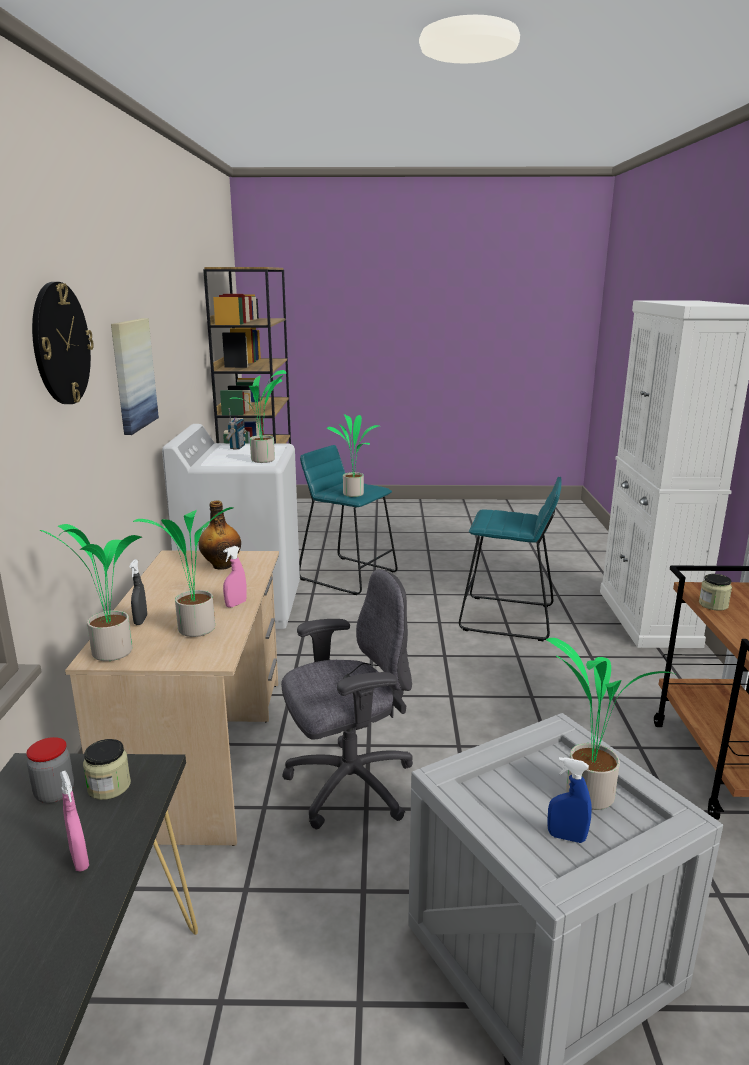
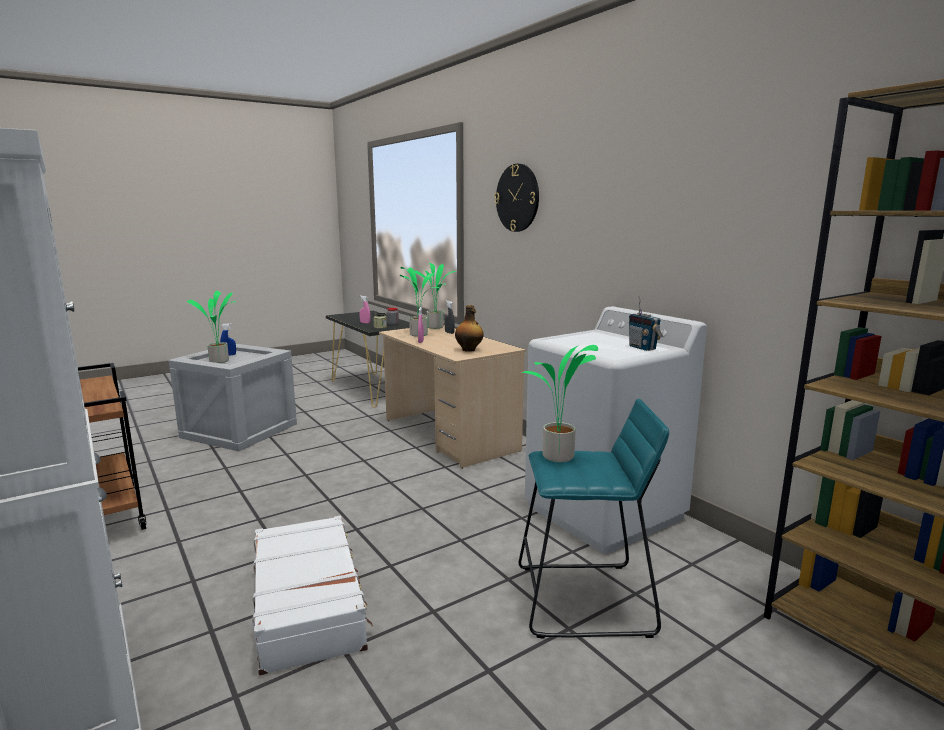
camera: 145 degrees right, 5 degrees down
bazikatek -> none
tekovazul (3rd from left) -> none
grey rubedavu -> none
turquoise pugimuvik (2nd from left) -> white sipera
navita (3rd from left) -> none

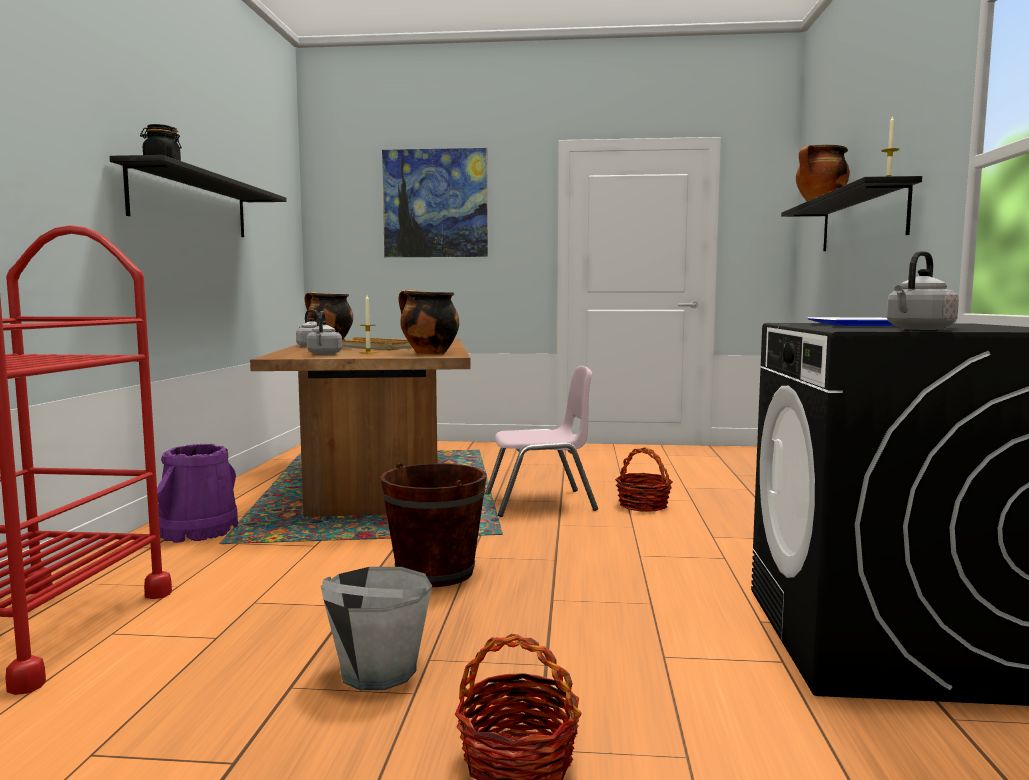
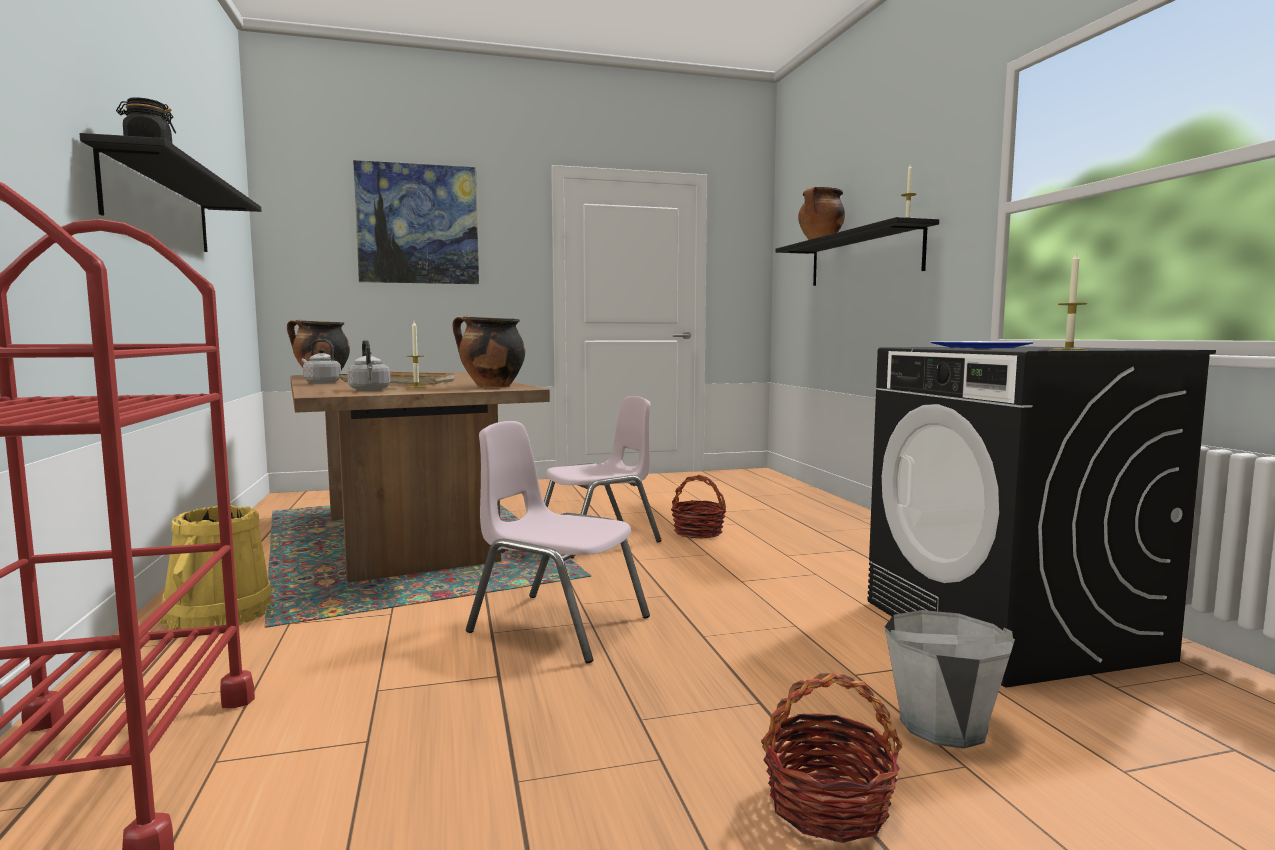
camera: 20 degrees left, 0 degrees up
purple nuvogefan -> yellow nuvogefan
grey nuvogefan, move
brown nuvogefan -> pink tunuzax (1st from left)
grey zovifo (3rd from left) -> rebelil (3rd from left)

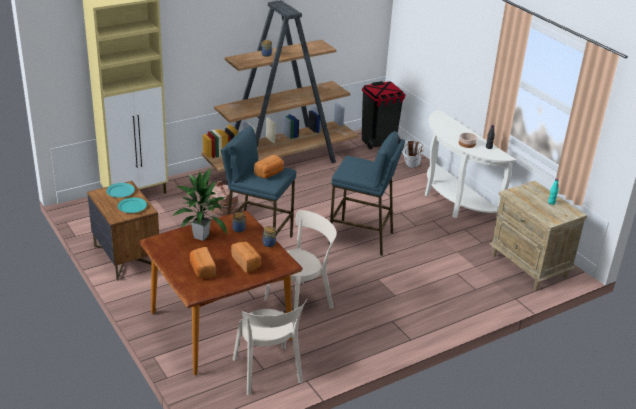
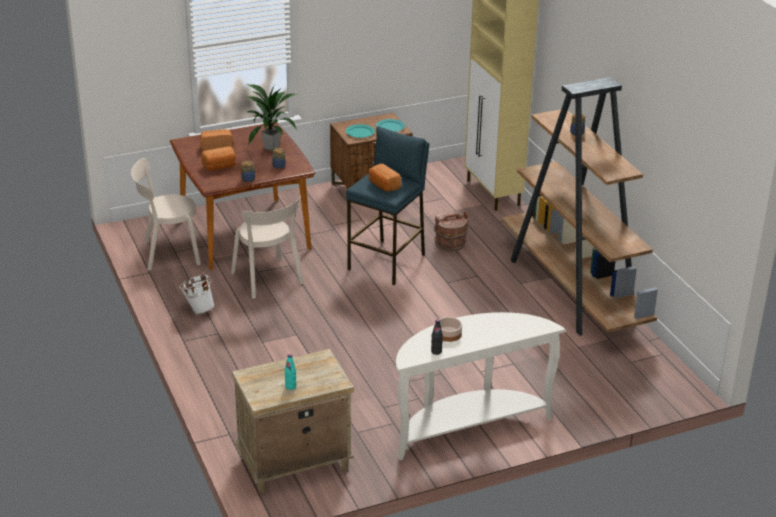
camera: 100 degrees right, 0 degrees up
blue pugimuvik (2nd from left) -> none
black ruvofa -> none
white nuvogefan, move

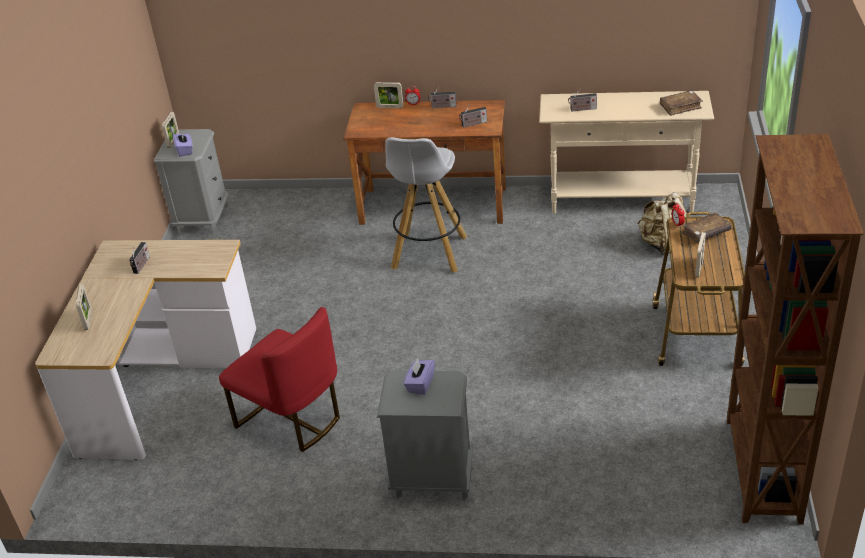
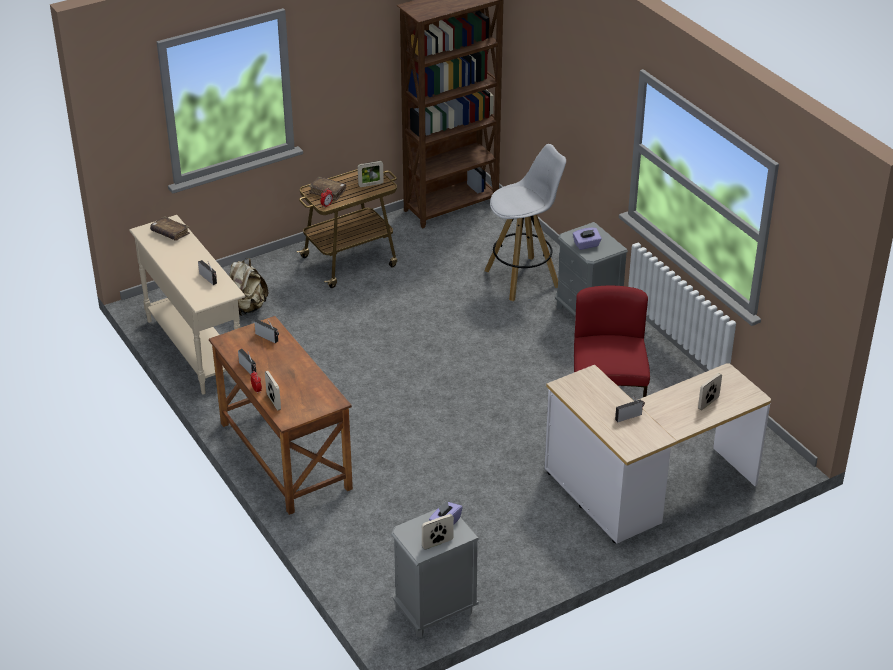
camera: 130 degrees left, 0 degrees up
white pugimuvik, move

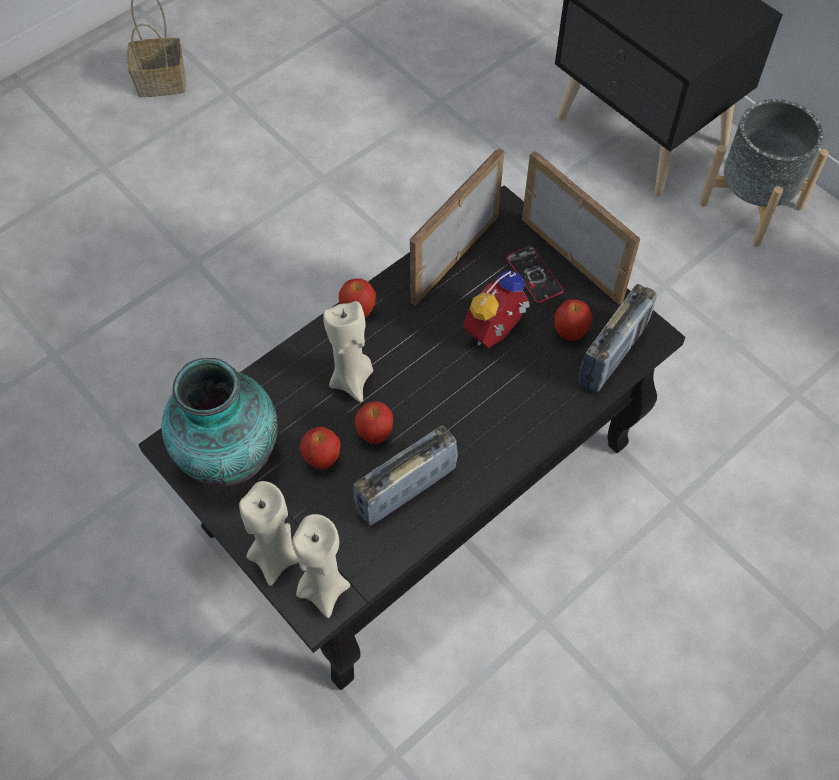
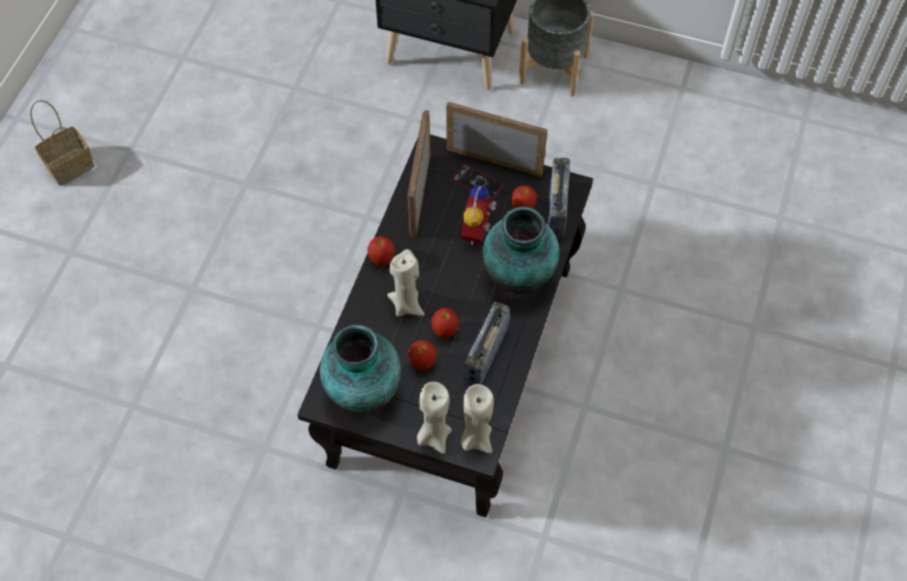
camera: 30 degrees left, 0 degrees up
none -> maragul (2nd from left)

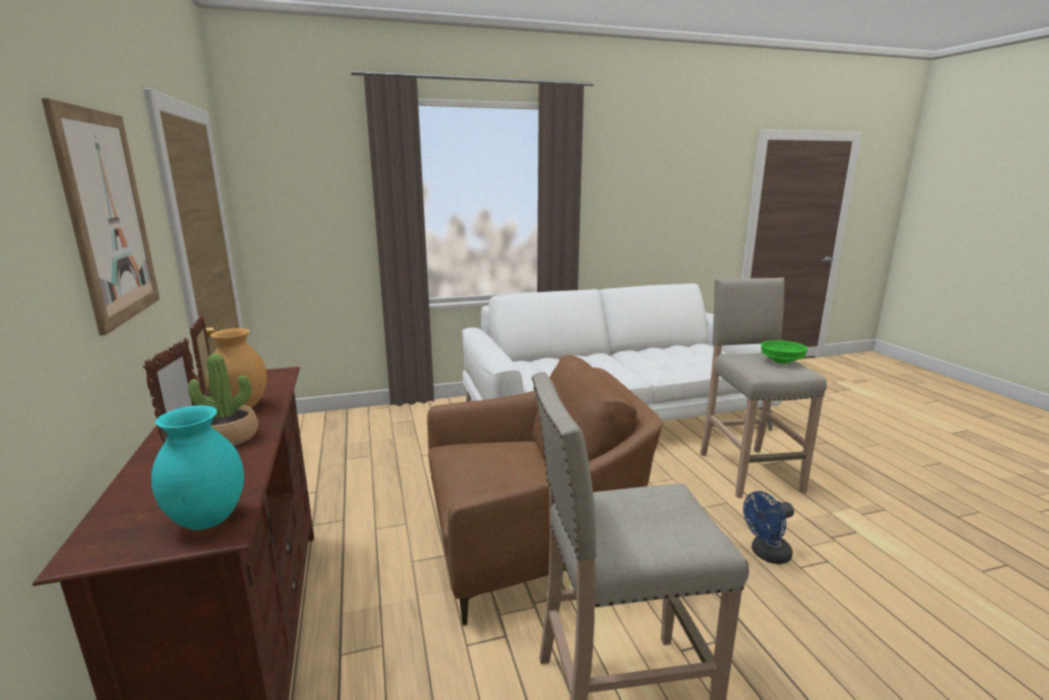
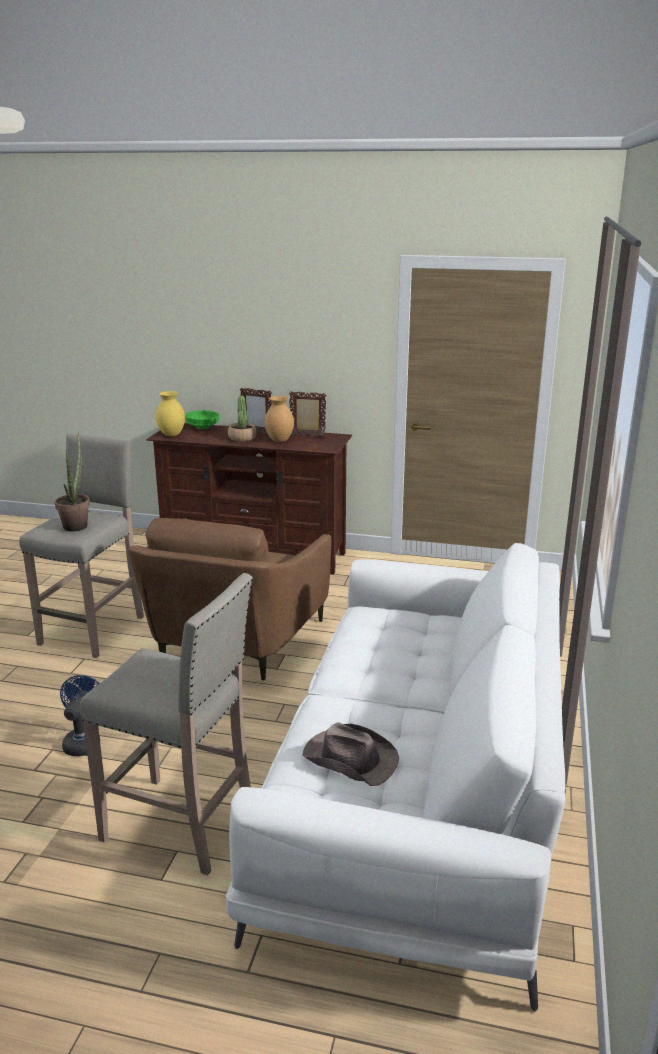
camera: 120 degrees right, 5 degrees up
bazikatek -> none
turquoise maragul -> yellow maragul
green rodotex, move
none -> tekovazul (1st from left)
none -> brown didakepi

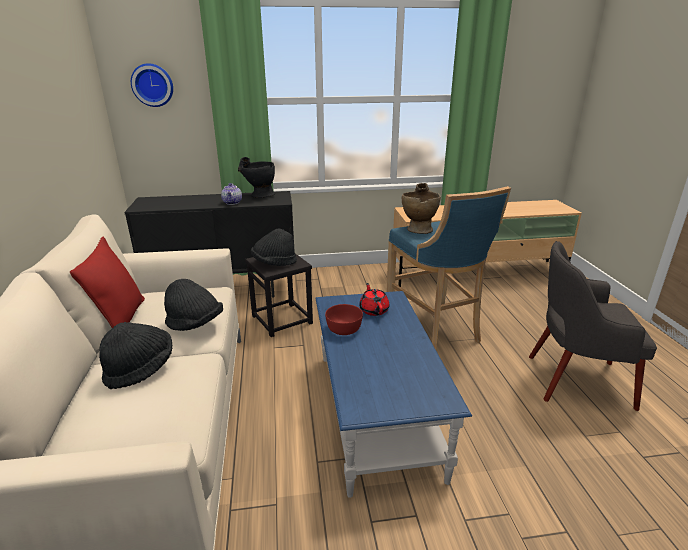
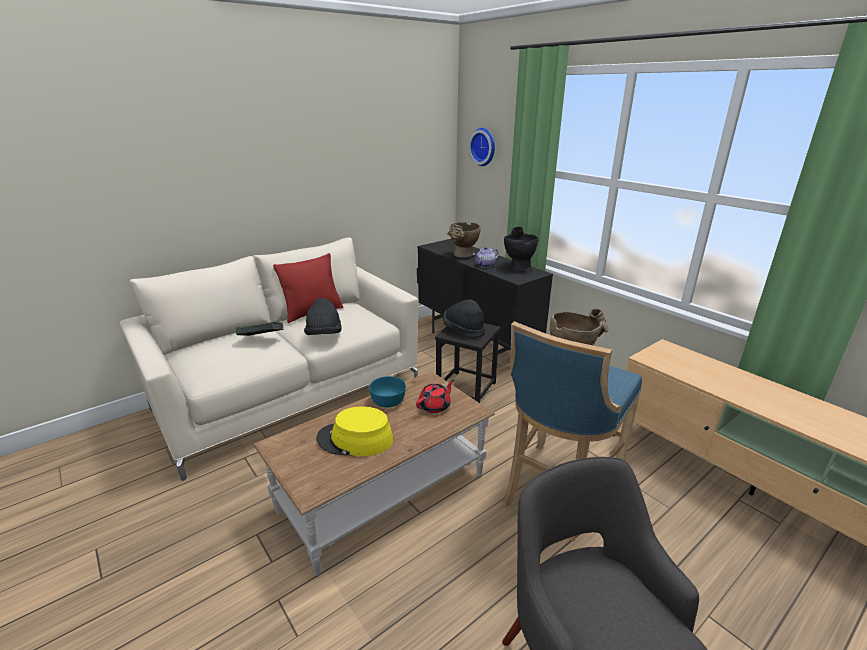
camera: 60 degrees right, 0 degrees up
black didakepi (1st from left) -> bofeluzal
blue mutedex -> brown mutedex
red rodotex -> turquoise rodotex
none -> yellow didakepi
none -> beige maragul (1st from left)

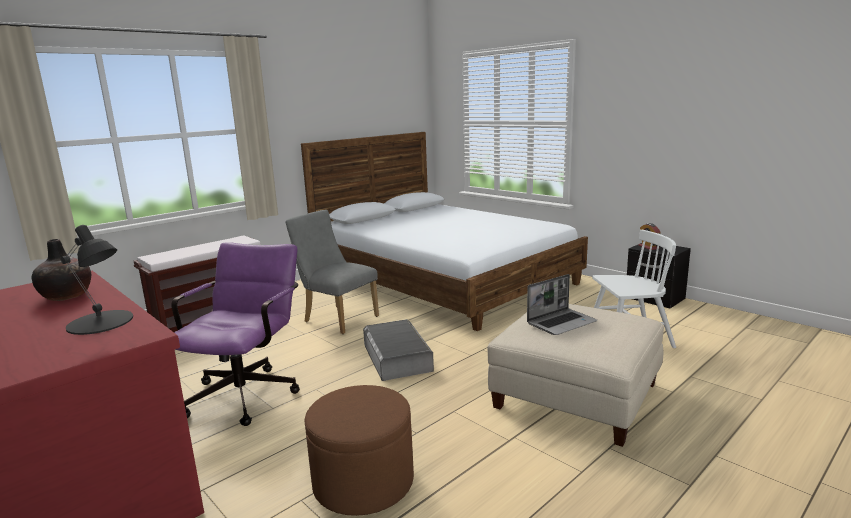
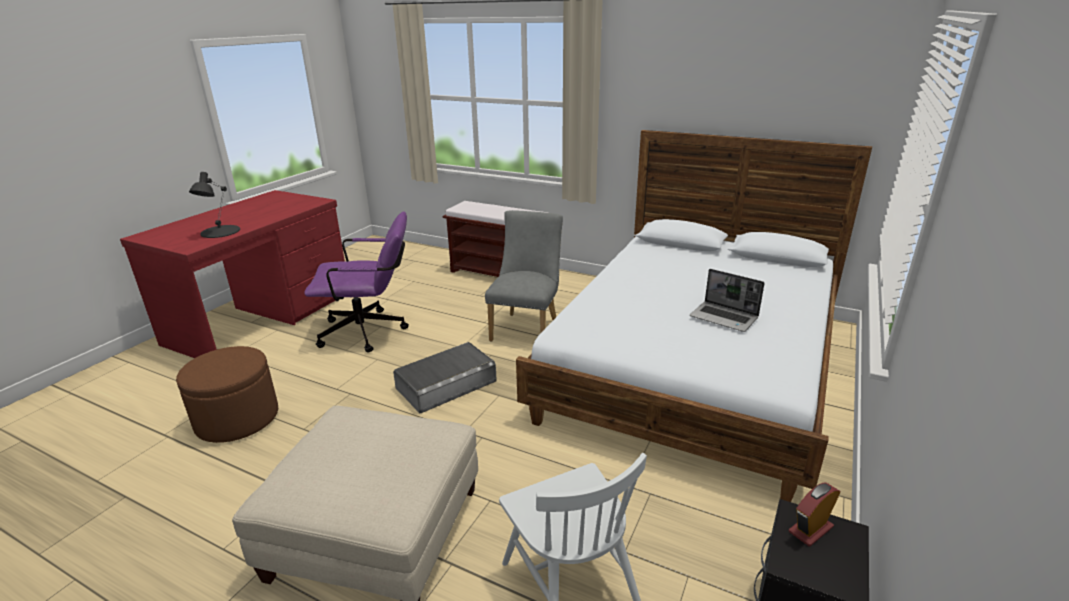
camera: 70 degrees right, 10 degrees up
maragul -> none
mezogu, move

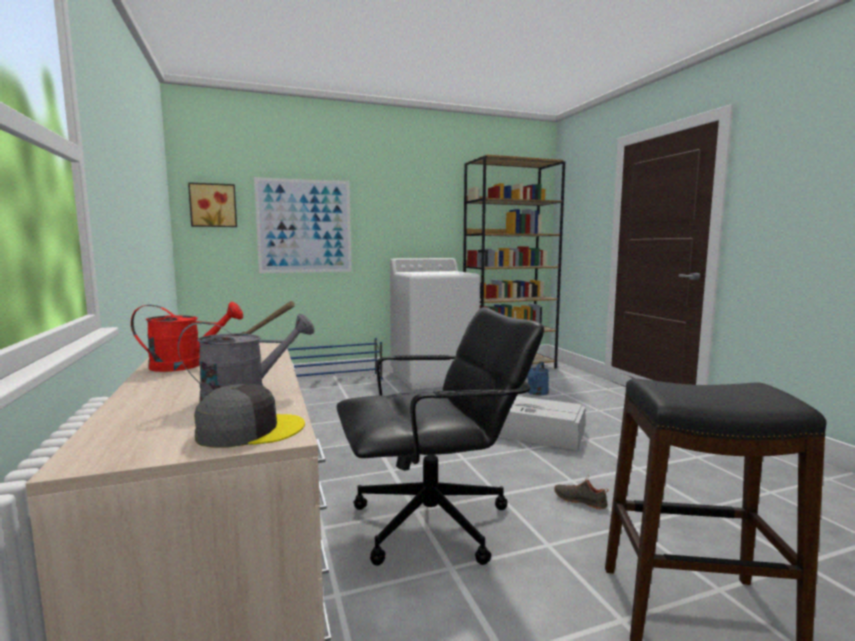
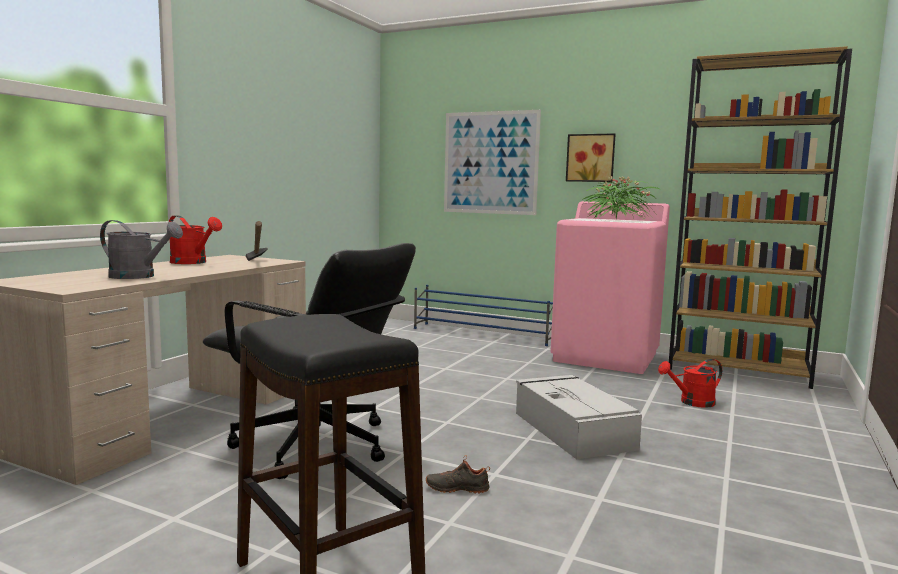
camera: 45 degrees right, 0 degrees up
bazikatek (1st from left in the first image) -> bazikatek (2nd from left), move
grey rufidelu -> none
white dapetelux -> pink dapetelux
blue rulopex -> red rulopex (2nd from left)
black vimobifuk, 75 degrees counterclockwise
none -> tekovazul

